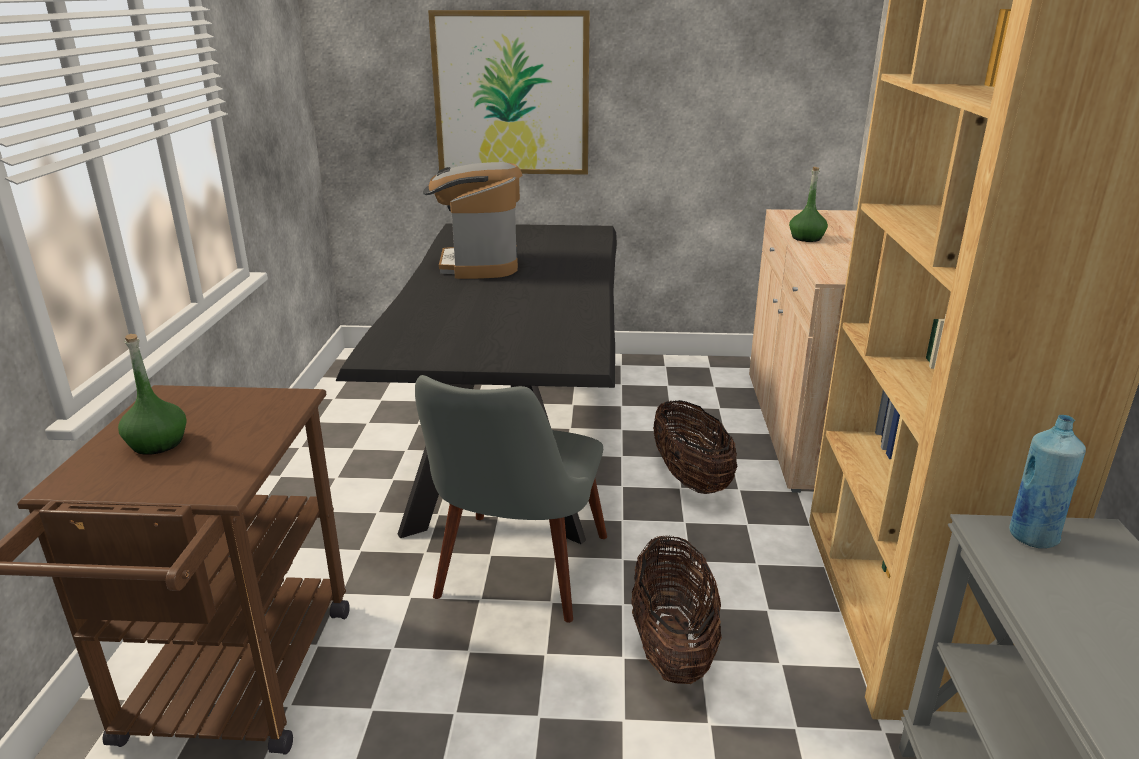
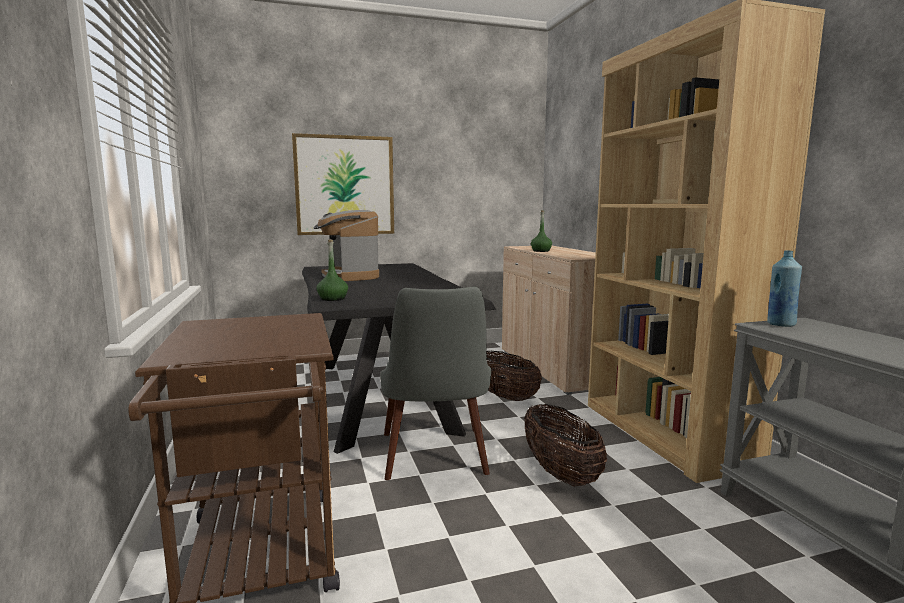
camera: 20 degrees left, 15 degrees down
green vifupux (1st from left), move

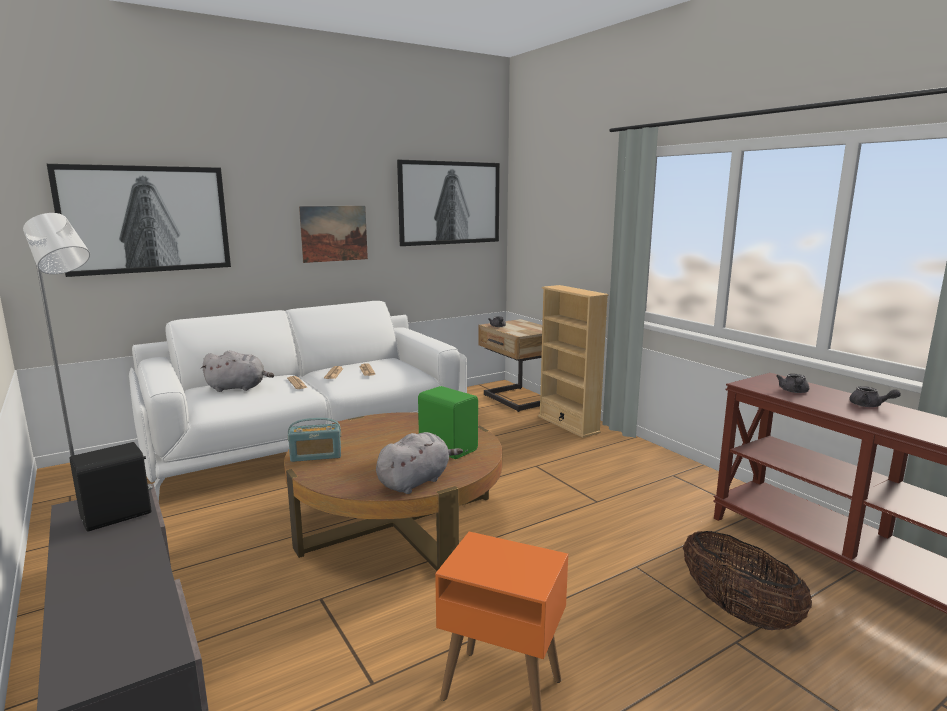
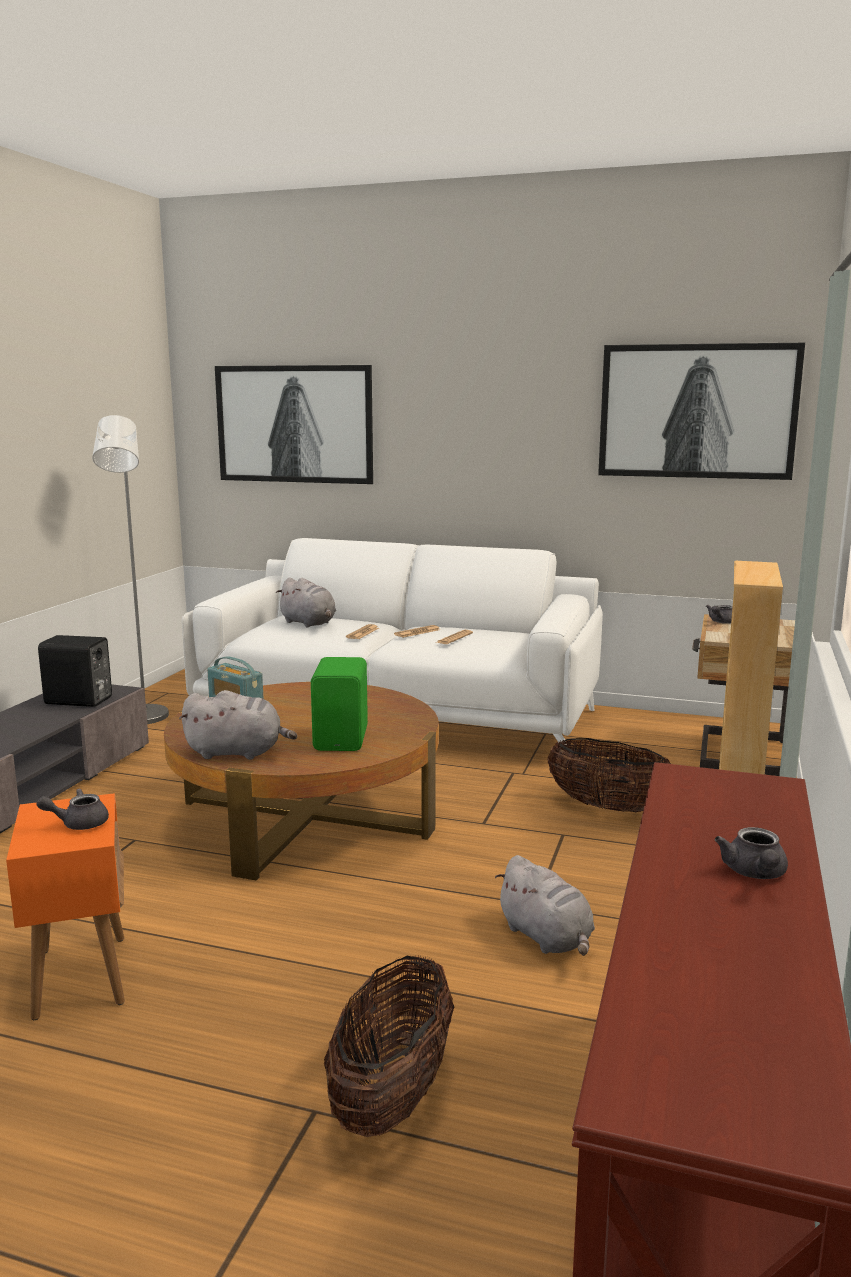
camera: 50 degrees right, 0 degrees up
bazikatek (2nd from left) -> none
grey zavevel (2nd from left in the first image) -> grey zavevel (1st from left), move
none -> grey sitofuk (3rd from left)
none -> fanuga (2nd from left)

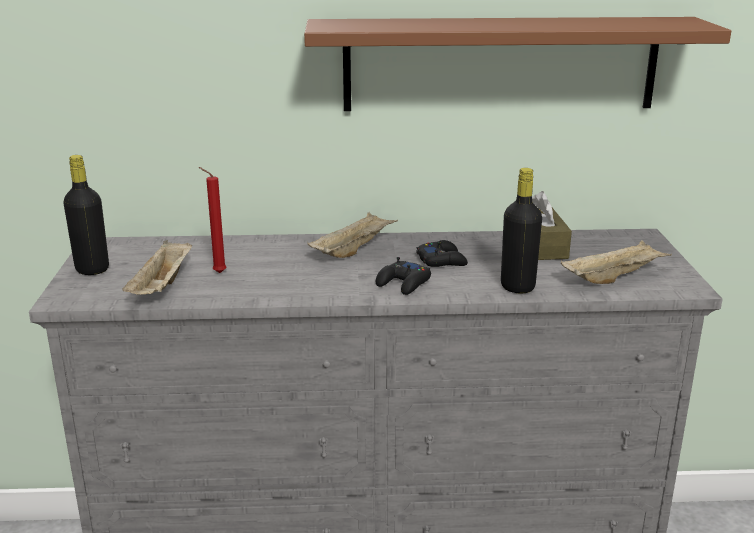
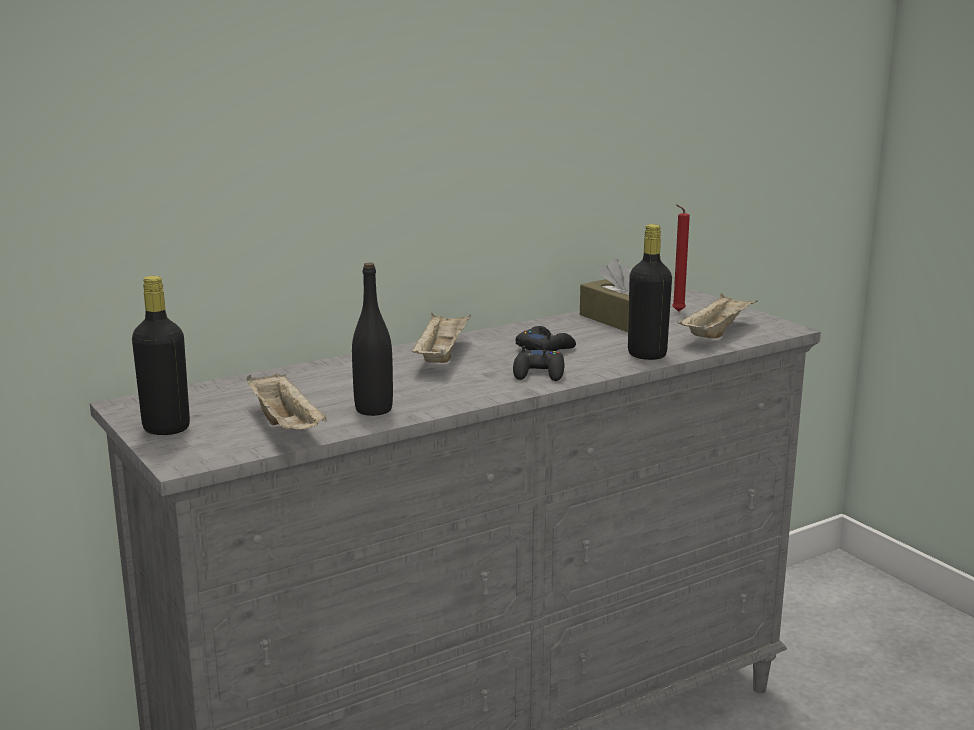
camera: 30 degrees left, 5 degrees down
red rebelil, move
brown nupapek -> none
none -> black vifupux (2nd from left)

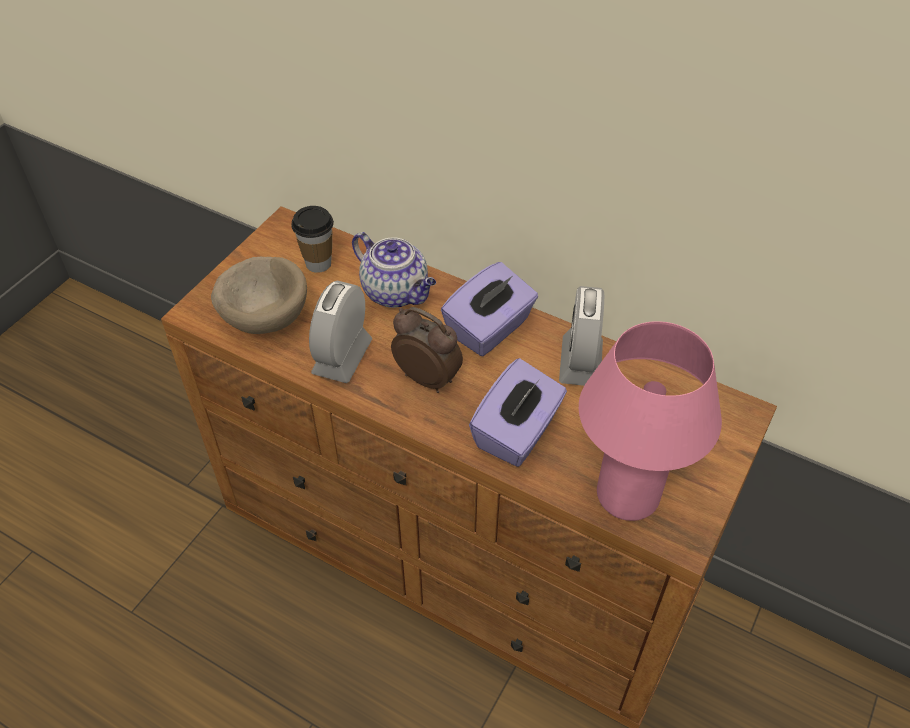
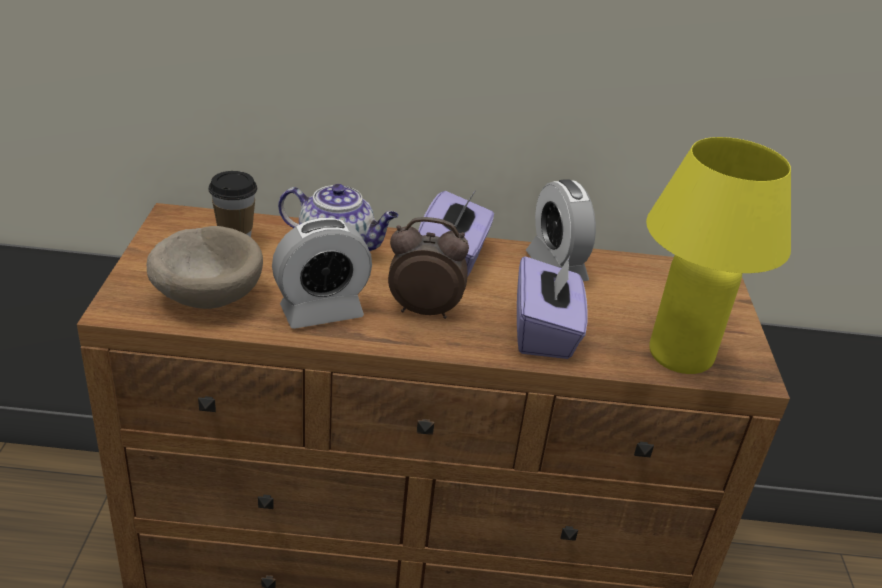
camera: 30 degrees left, 15 degrees down
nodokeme (1st from left), 105 degrees counterclockwise
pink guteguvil -> yellow guteguvil

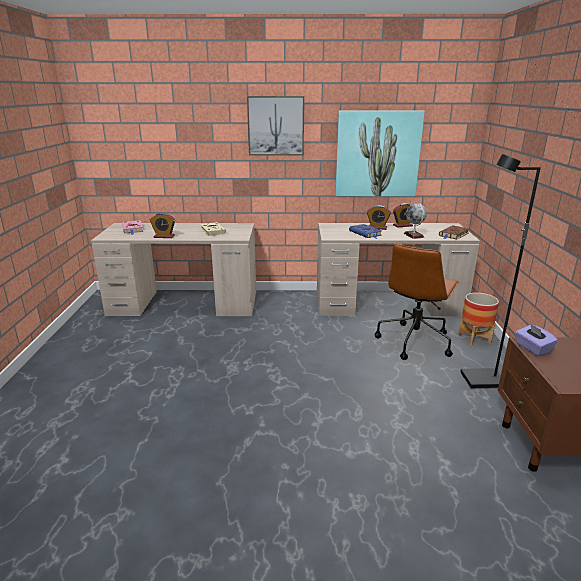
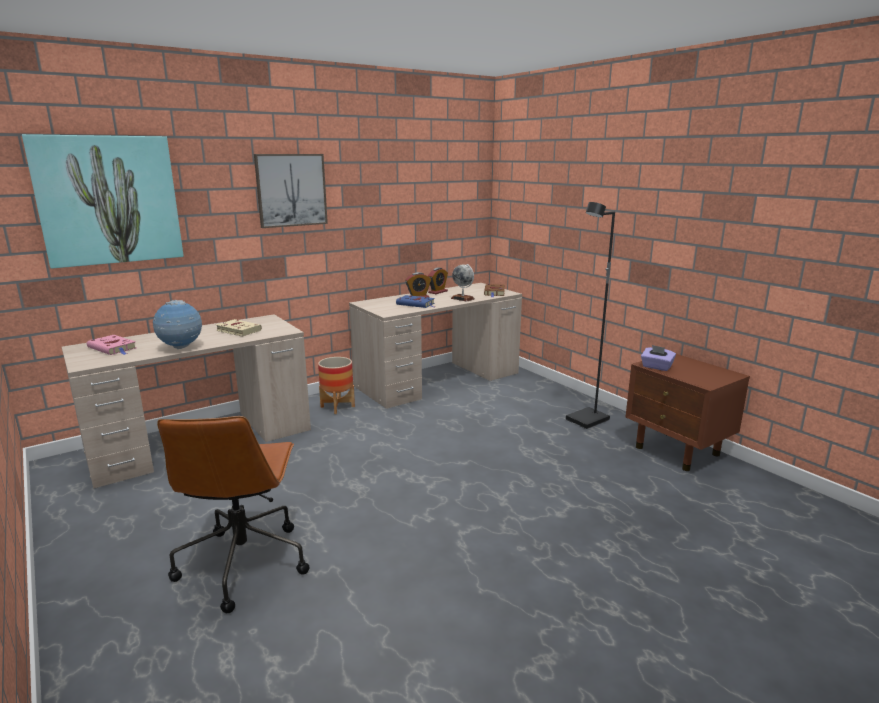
camera: 35 degrees left, 5 degrees down
nodokeme (1st from left) -> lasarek (1st from left)
bazikatek (2nd from left in the first image) -> bazikatek (1st from left), move
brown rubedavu, move
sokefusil, move

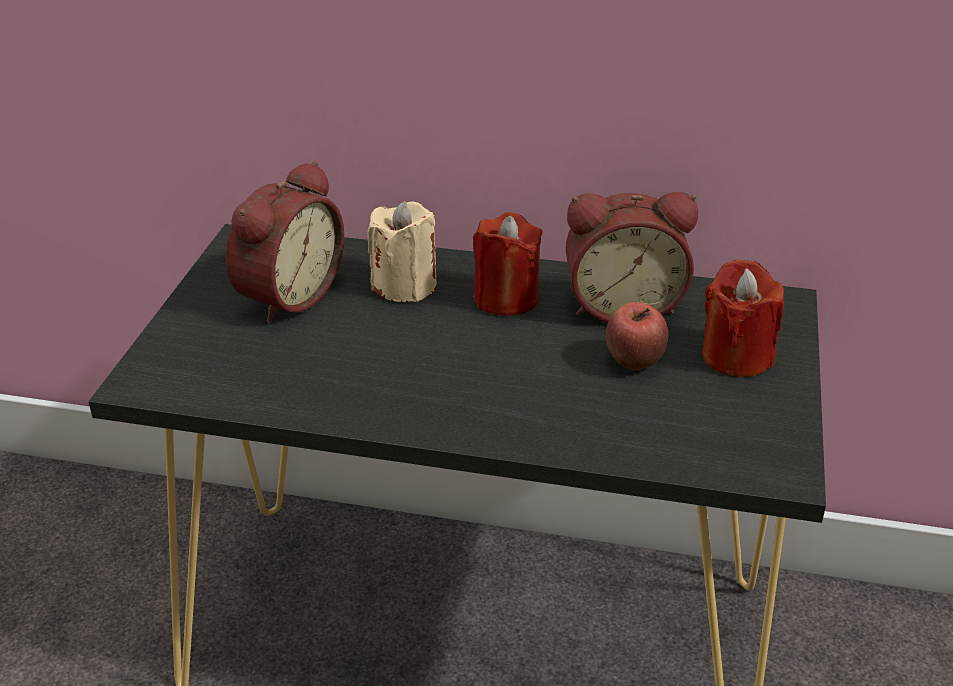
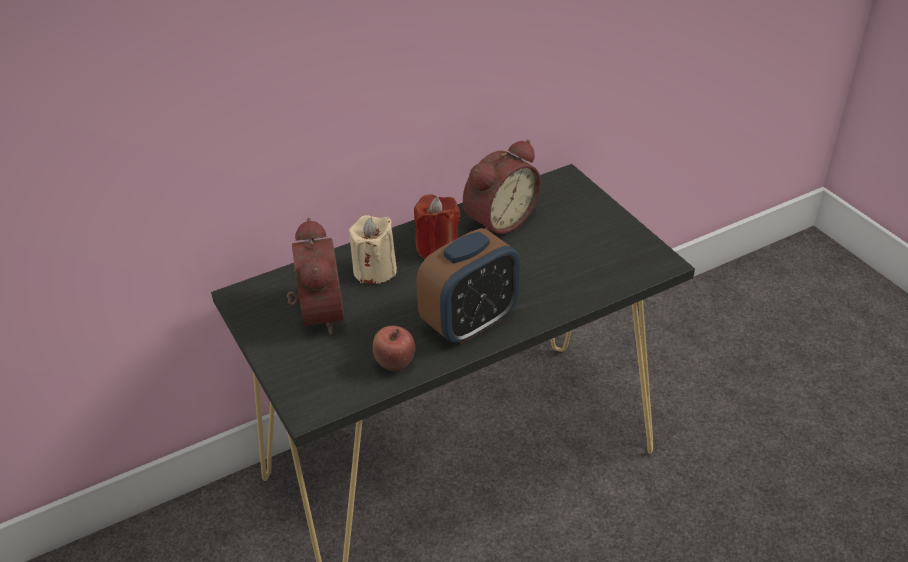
camera: 40 degrees left, 5 degrees up
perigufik, move
red rebelil (2nd from left) -> none
none -> nodokeme (2nd from left)

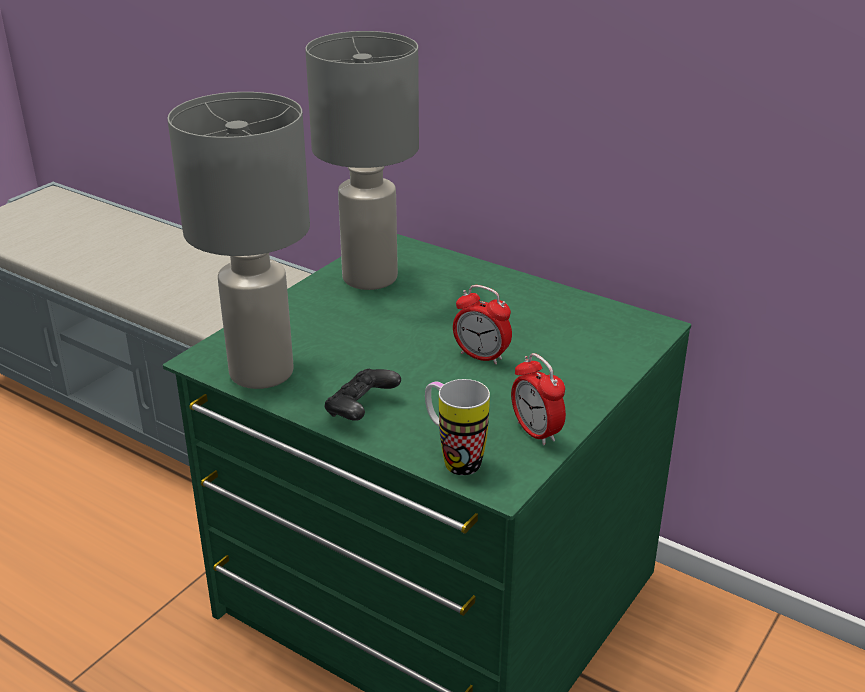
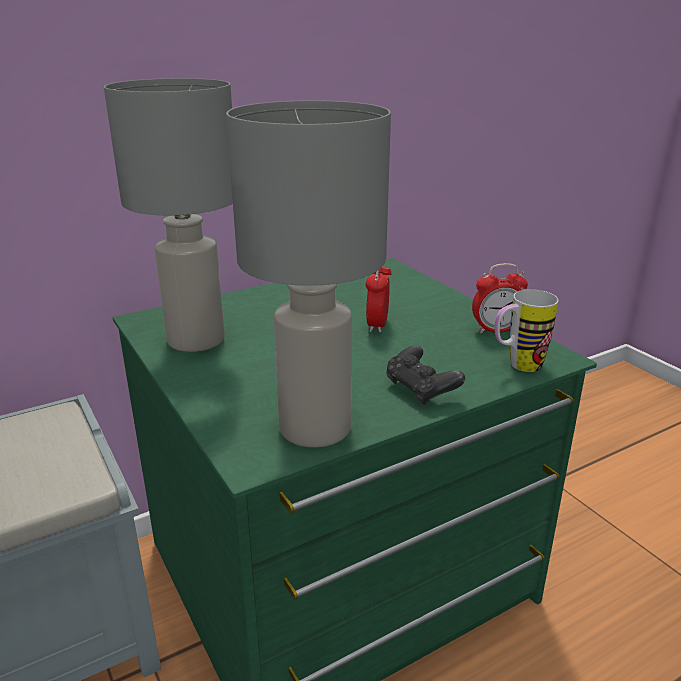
camera: 65 degrees left, 5 degrees down
nodokeme (1st from left), 135 degrees clockwise

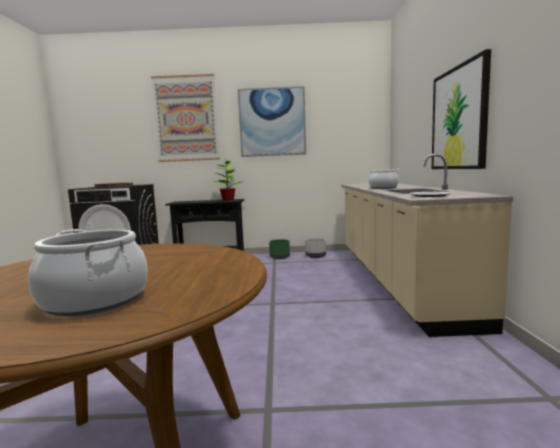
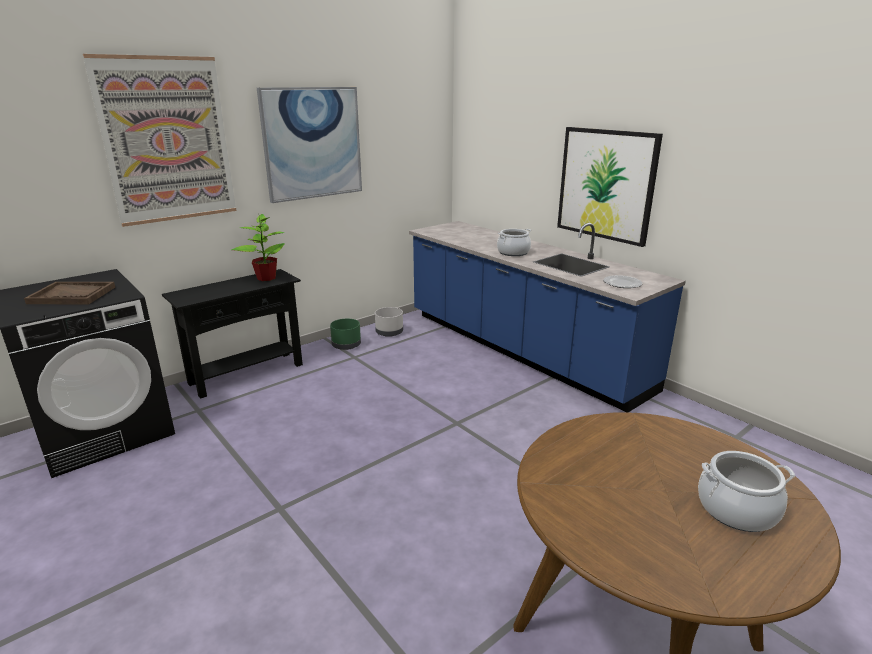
camera: 40 degrees left, 15 degrees up
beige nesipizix -> blue nesipizix

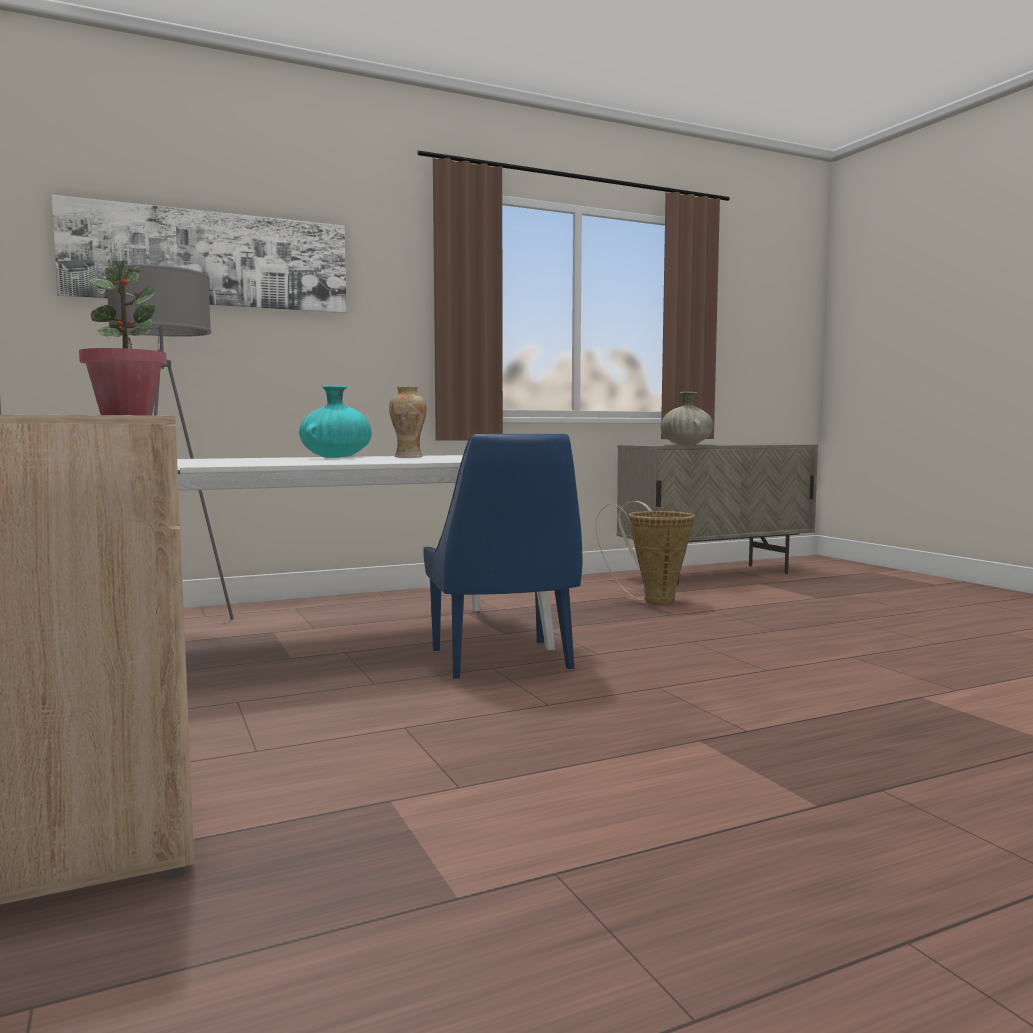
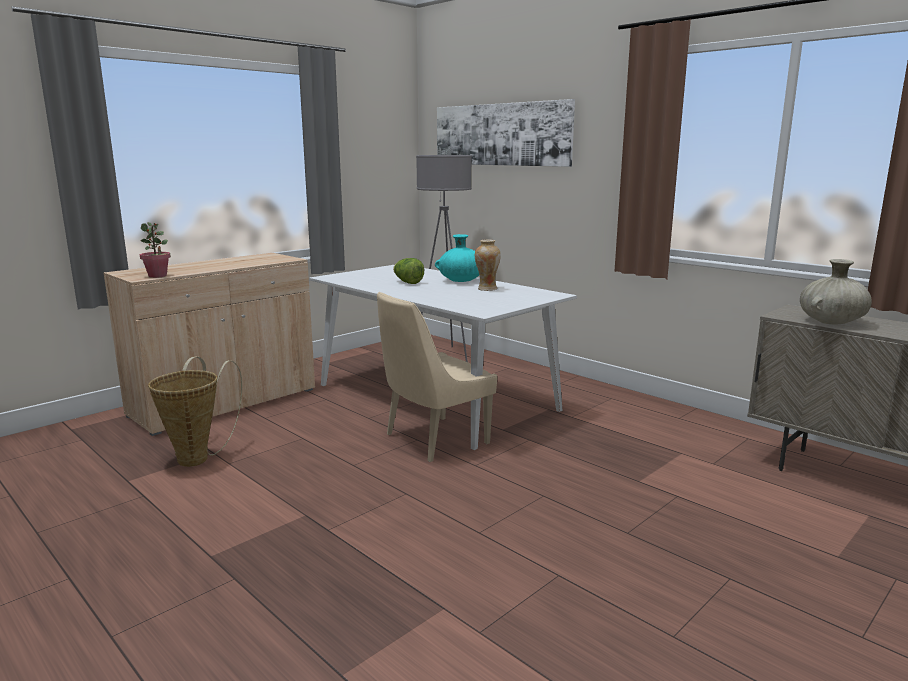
camera: 70 degrees right, 10 degrees up
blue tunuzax -> beige tunuzax
fanuga, move
none -> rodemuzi

